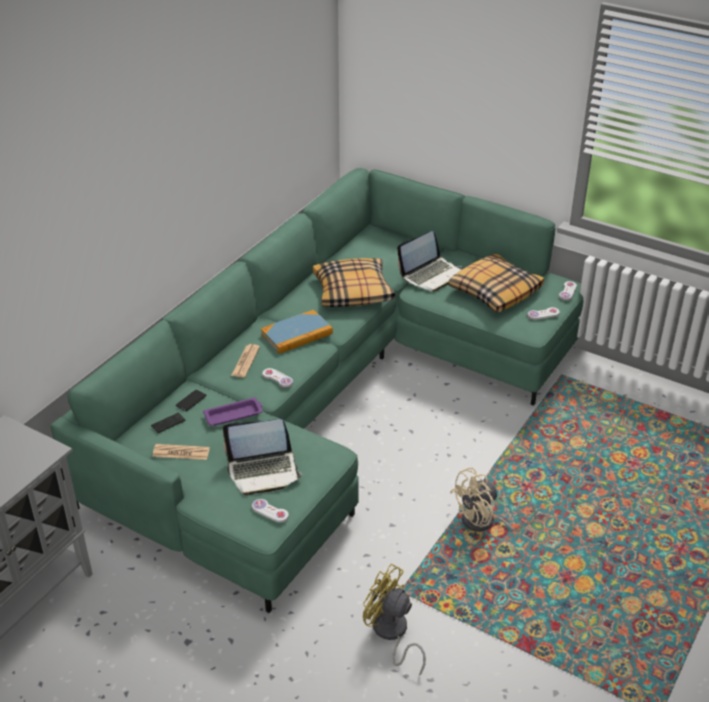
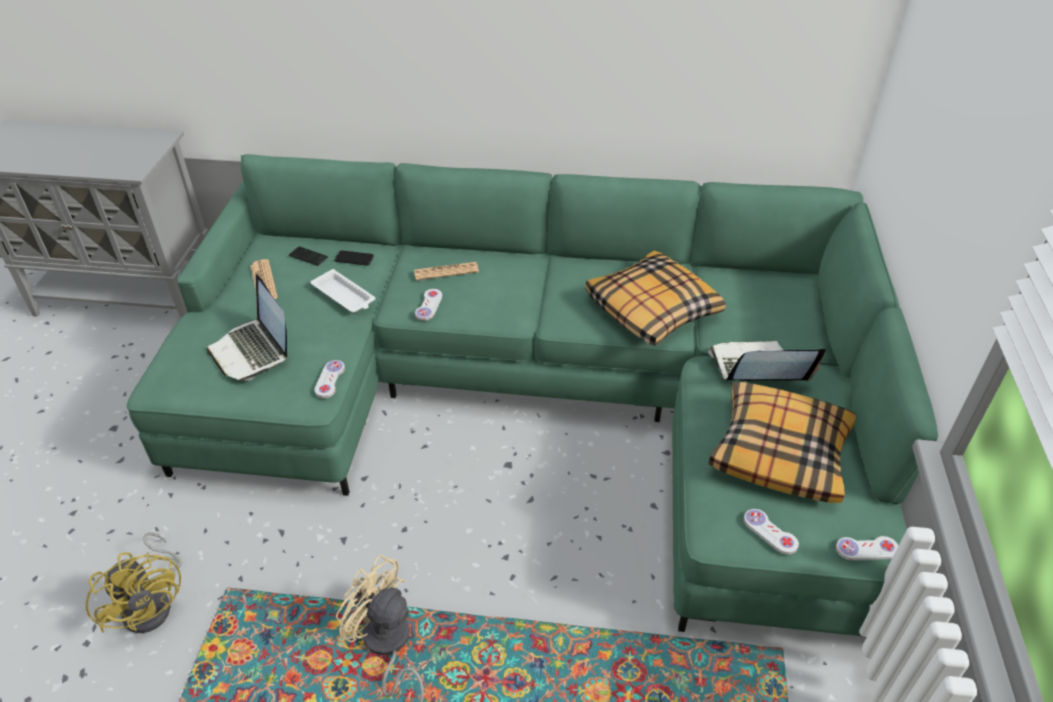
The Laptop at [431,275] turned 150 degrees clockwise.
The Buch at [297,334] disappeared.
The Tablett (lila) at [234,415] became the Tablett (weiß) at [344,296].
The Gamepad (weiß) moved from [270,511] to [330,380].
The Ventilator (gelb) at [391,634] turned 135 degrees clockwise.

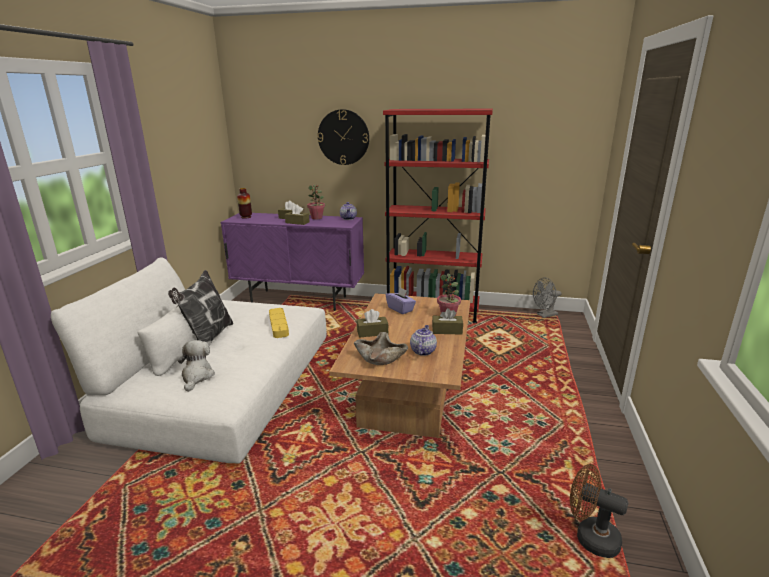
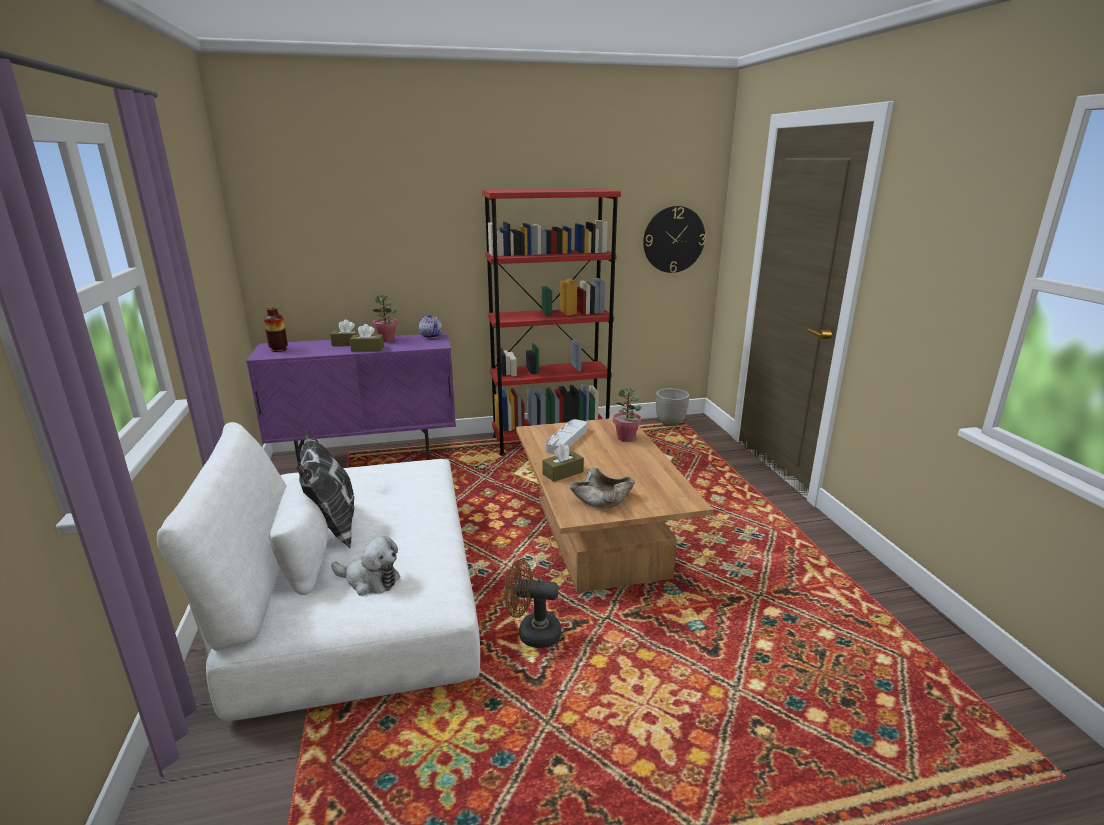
The Wanduhr moved from [343,137] to [673,239].
The Ventilator (grau) at [544,315] was replaced by the Pflanzkübel at [670,423].
The Taschentuchbox (lila) at [400,309] was replaced by the Tablett (grau) at [566,440].
The Tablett (gelb) at [278,325] disappeared.
The Taschentuchbox (braun) at [447,330] disappeared.
The Teekanne at [422,351] disappeared.
The Plüschtier at [197,376] turned 135 degrees clockwise.
The Ventilator (braun) moved from [590,537] to [532,633].

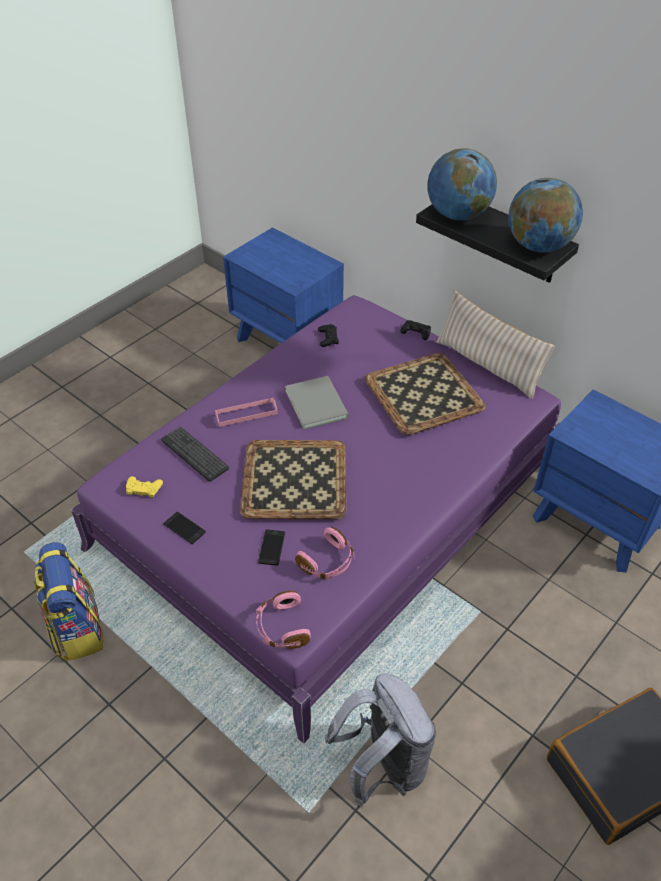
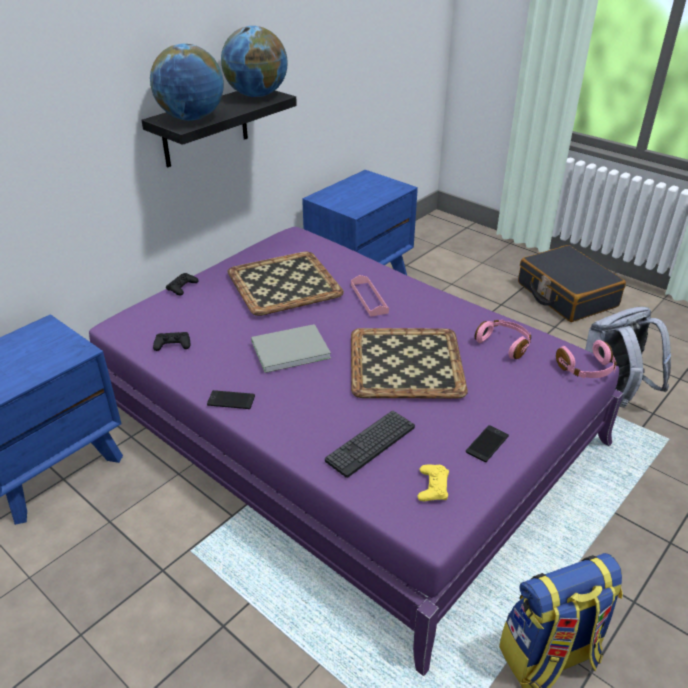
The Kissen (beige) at [488,365] disappeared.
The Tablett (rosa) moved from [246,414] to [369,298].
The Handy moved from [271,547] to [231,400].

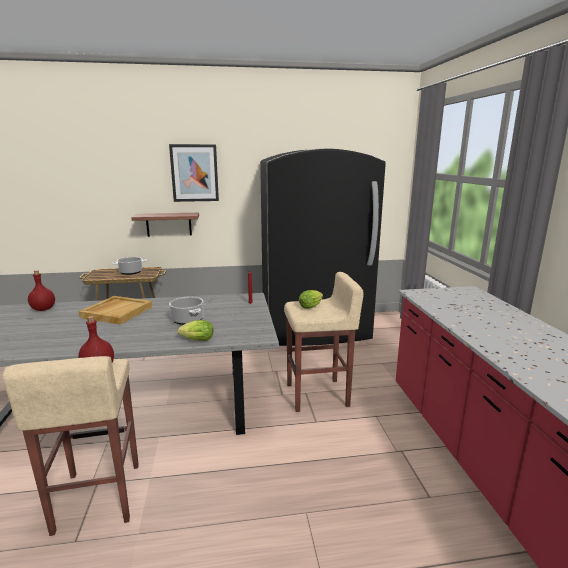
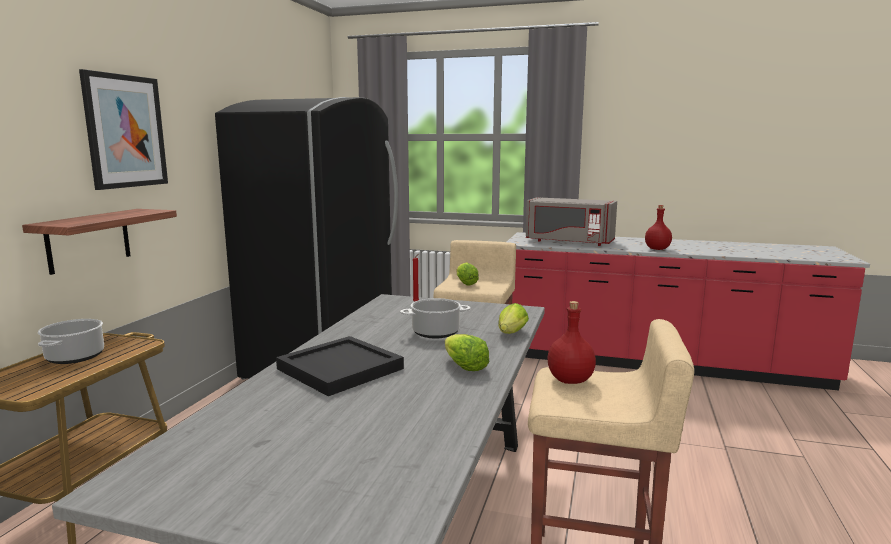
The Flasche (rot) moved from [44,309] to [657,249].
The Tablett (beige) at [117,312] became the Tablett (schwarz) at [339,369].
The Mikrowelle (grau) at [568,242] appeared.
The Salatkopf at [464,366] appeared.

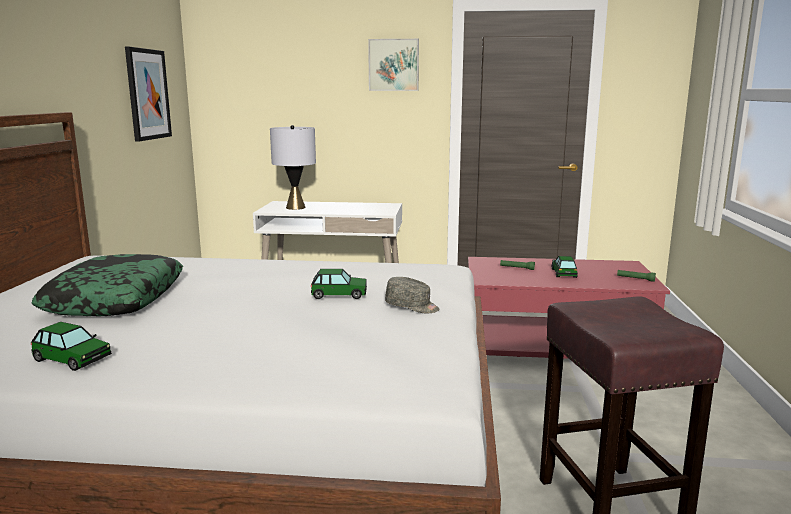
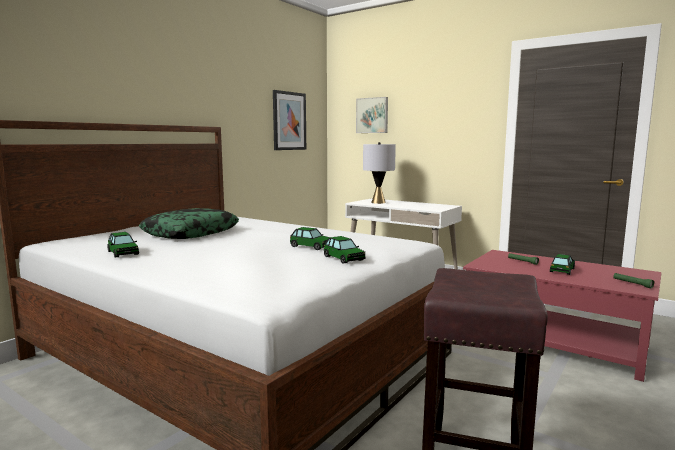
The Bild moved from [394,65] to [372,115].
The Kappe (grau) at [412,306] was replaced by the Spielzeugauto at [343,258].

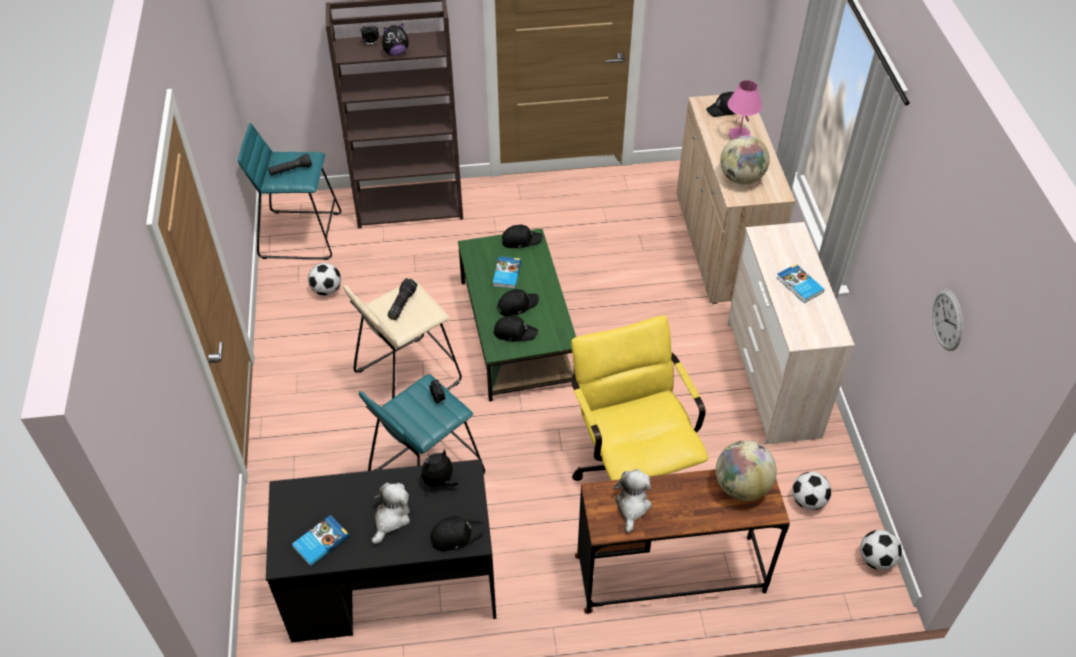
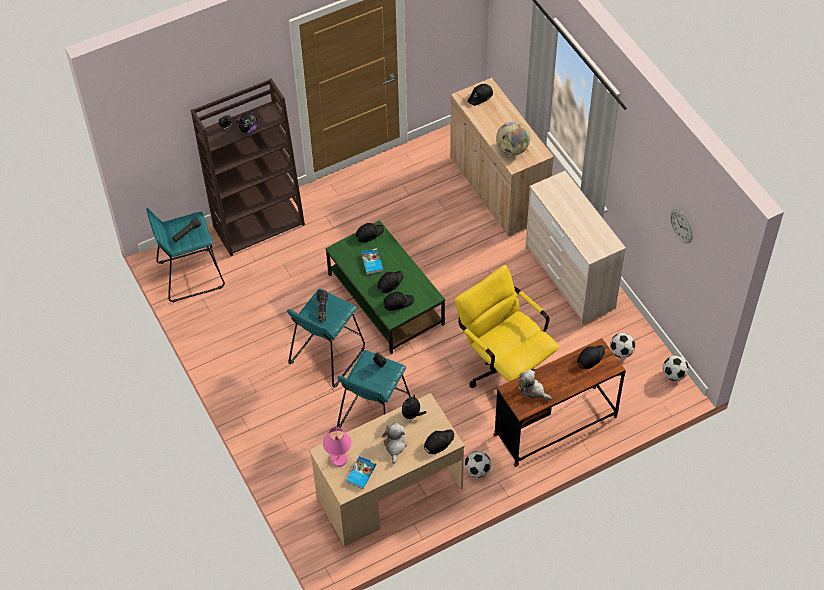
The Tischlampe (rosa) moved from [739,136] to [338,459].
The Fußball moved from [326,290] to [477,470].
The Buch at [799,285] disappeared.
The Hocker (beige) at [407,377] became the Hocker (türkis) at [327,355].
The Globus at [741,486] was replaced by the Kappe (schwarz) at [590,358].
The Schreibtisch (schwarz) at [392,587] became the Schreibtisch (beige) at [389,493].
The Plüschtier at [632,506] turned 45 degrees counterclockwise.

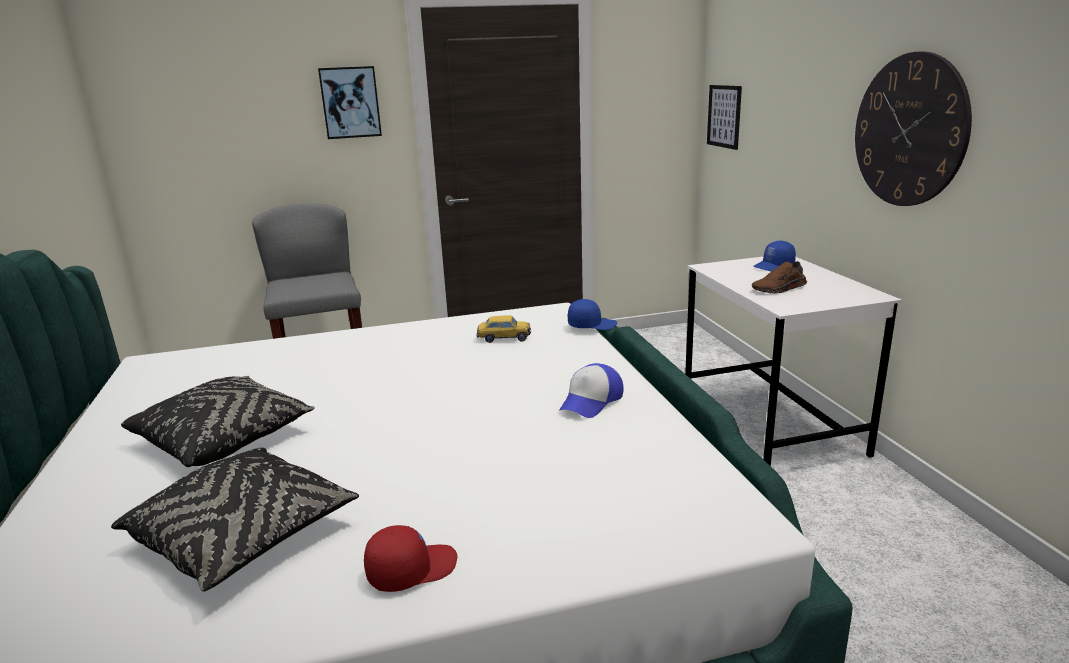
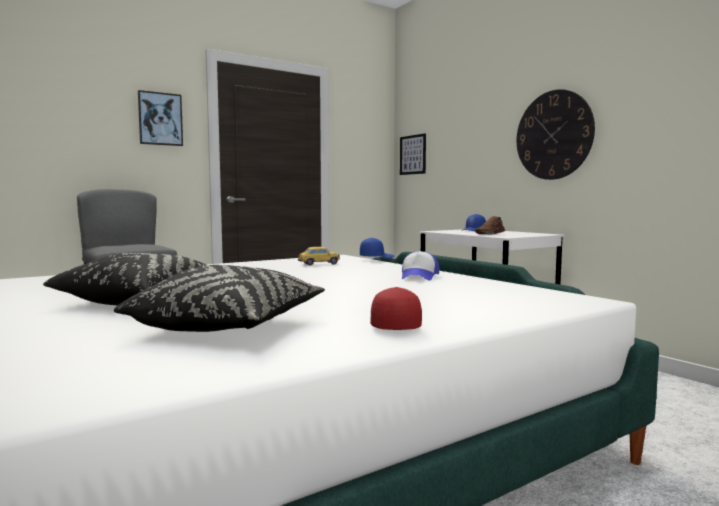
The Kappe (rot) at [411,569] turned 45 degrees counterclockwise.

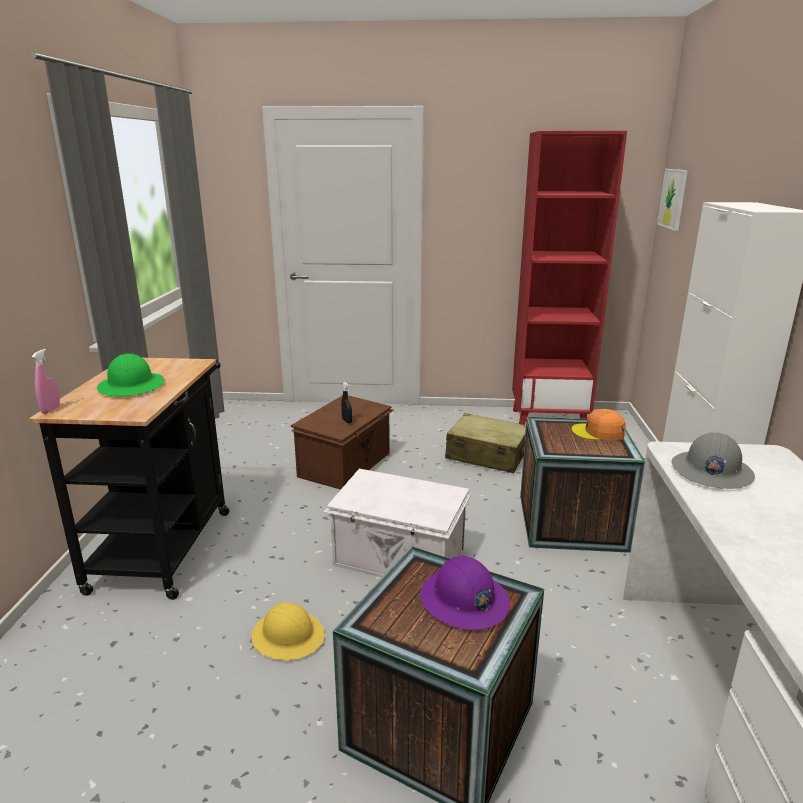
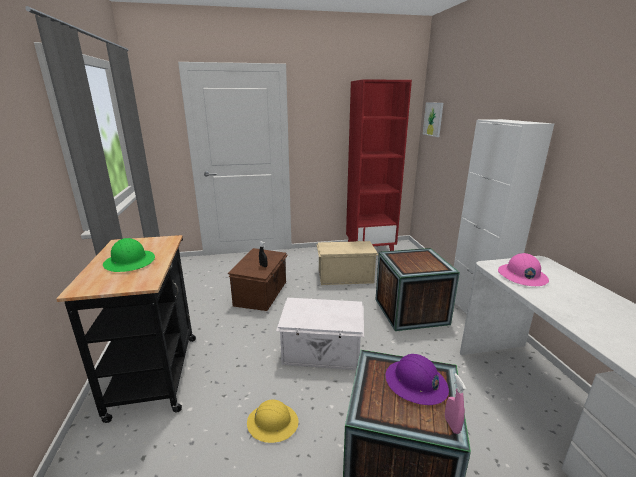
The Sprühflasche (rosa) moved from [51,410] to [452,425].
The Kappe (orange) at [598,432] disappeared.
The Koffer (beige) at [486,455] was replaced by the Aufbewahrungsbox (beige) at [344,276].
The Schutzhelm (grau) at [711,471] became the Schutzhelm (rosa) at [521,276].

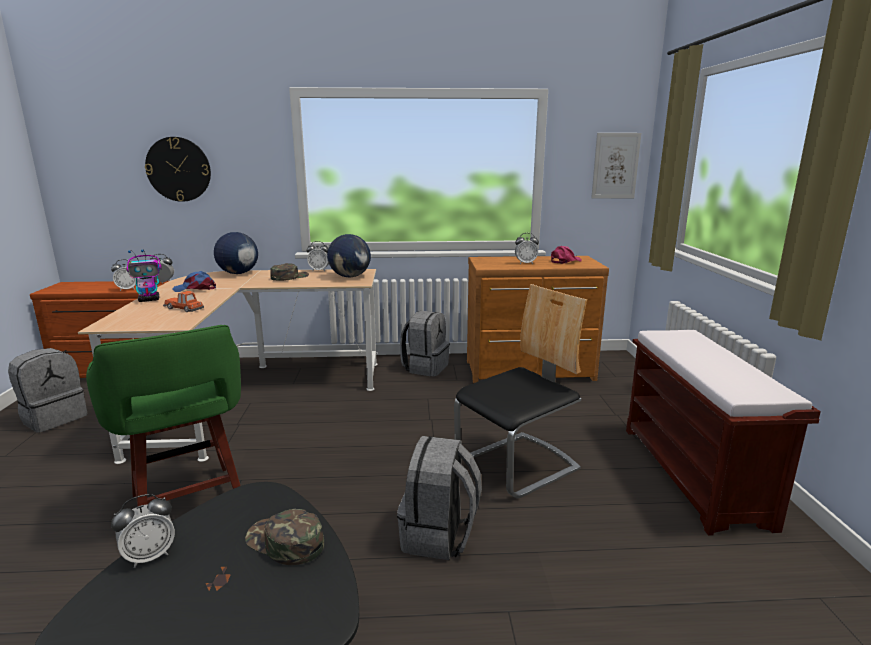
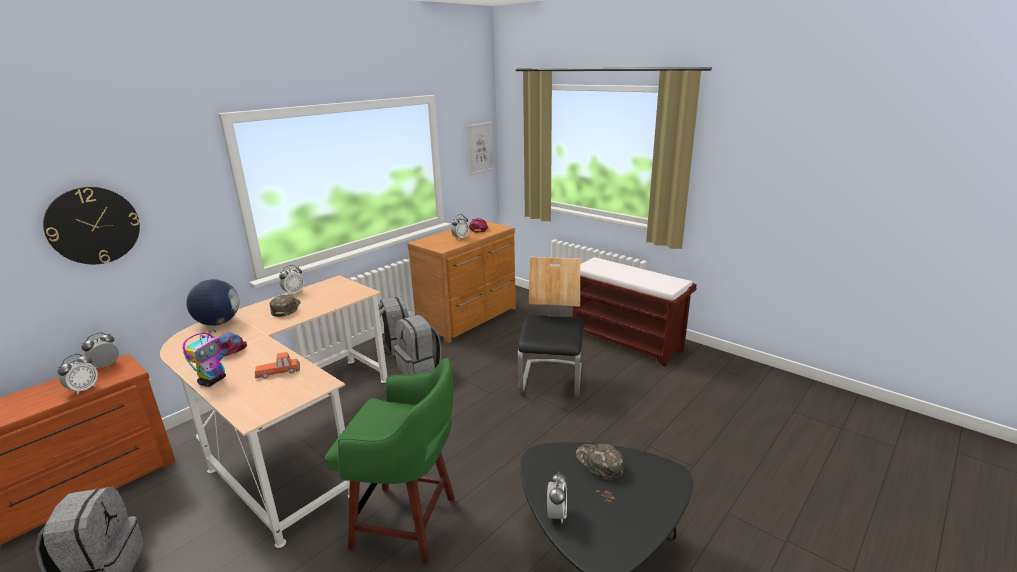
The Globus at [350,276] disappeared.
The Rucksack (grau) moved from [439,536] to [419,368].
The Kappe (grün) at [285,542] turned 75 degrees clockwise.

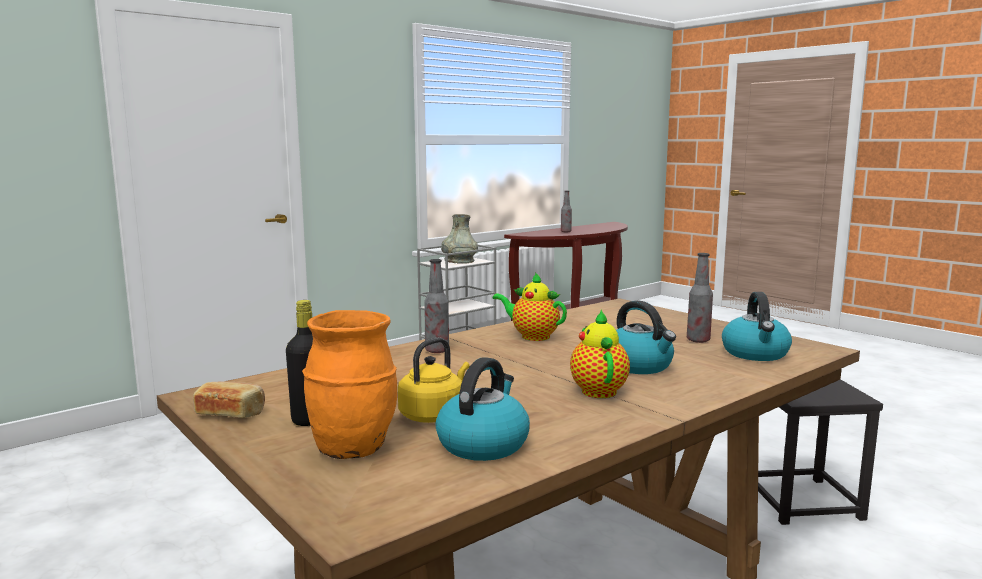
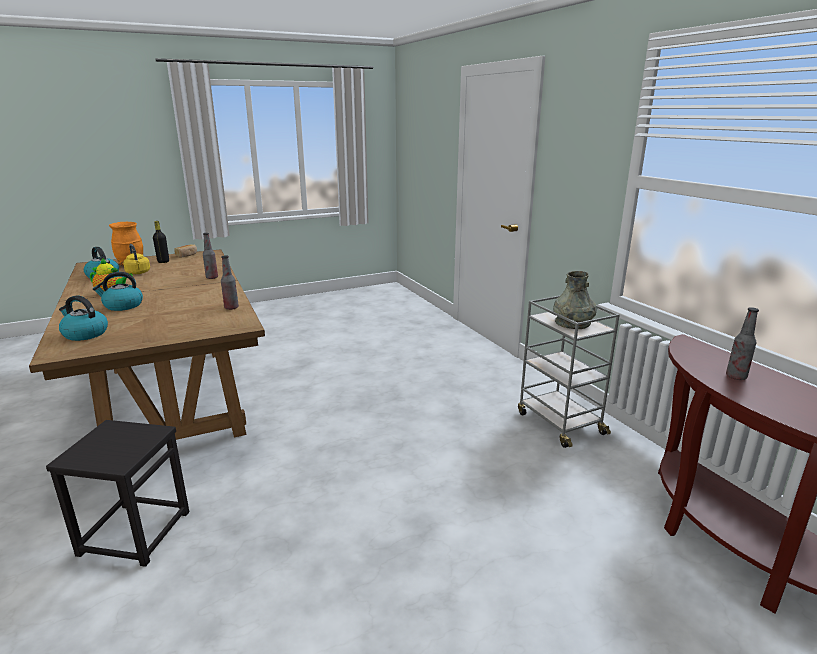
The Flasche moved from [698,340] to [231,308].
The Teekanne at [532,336] disappeared.

